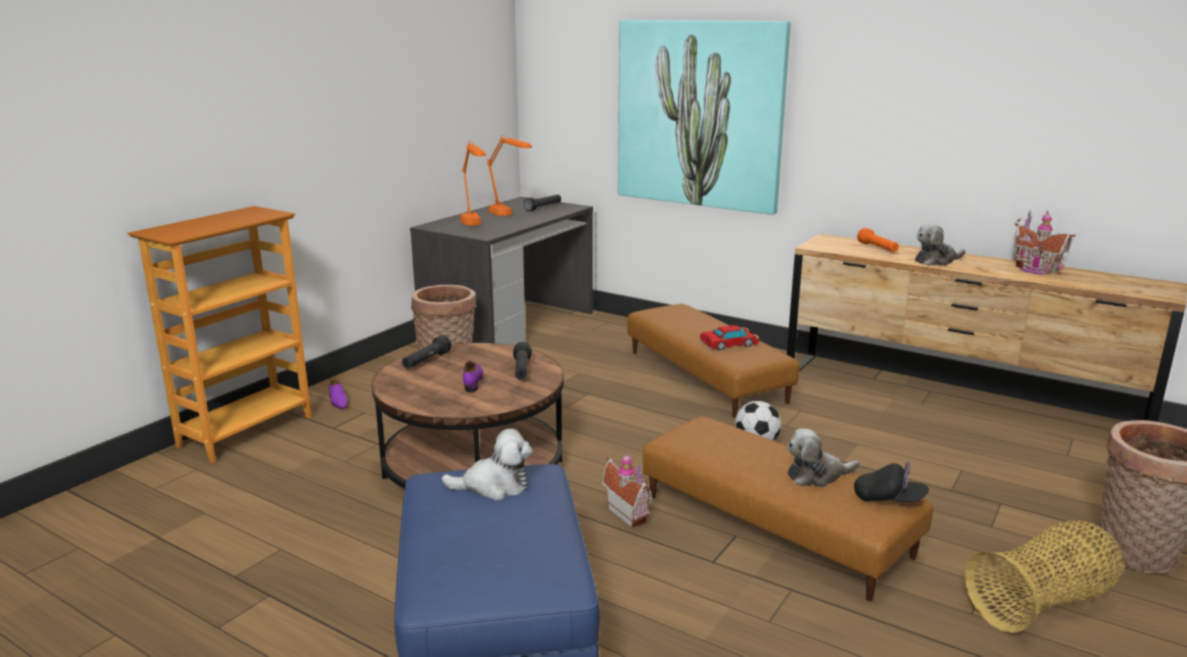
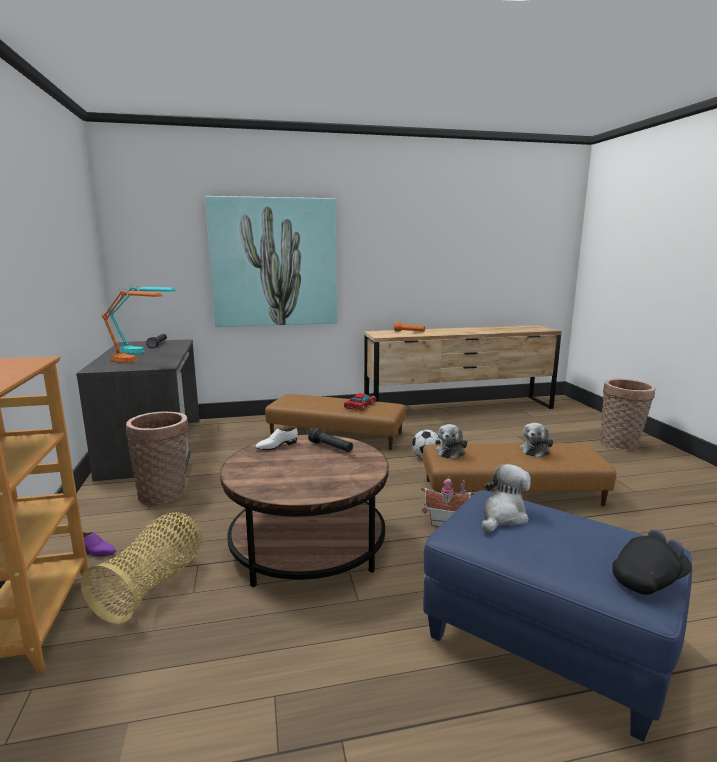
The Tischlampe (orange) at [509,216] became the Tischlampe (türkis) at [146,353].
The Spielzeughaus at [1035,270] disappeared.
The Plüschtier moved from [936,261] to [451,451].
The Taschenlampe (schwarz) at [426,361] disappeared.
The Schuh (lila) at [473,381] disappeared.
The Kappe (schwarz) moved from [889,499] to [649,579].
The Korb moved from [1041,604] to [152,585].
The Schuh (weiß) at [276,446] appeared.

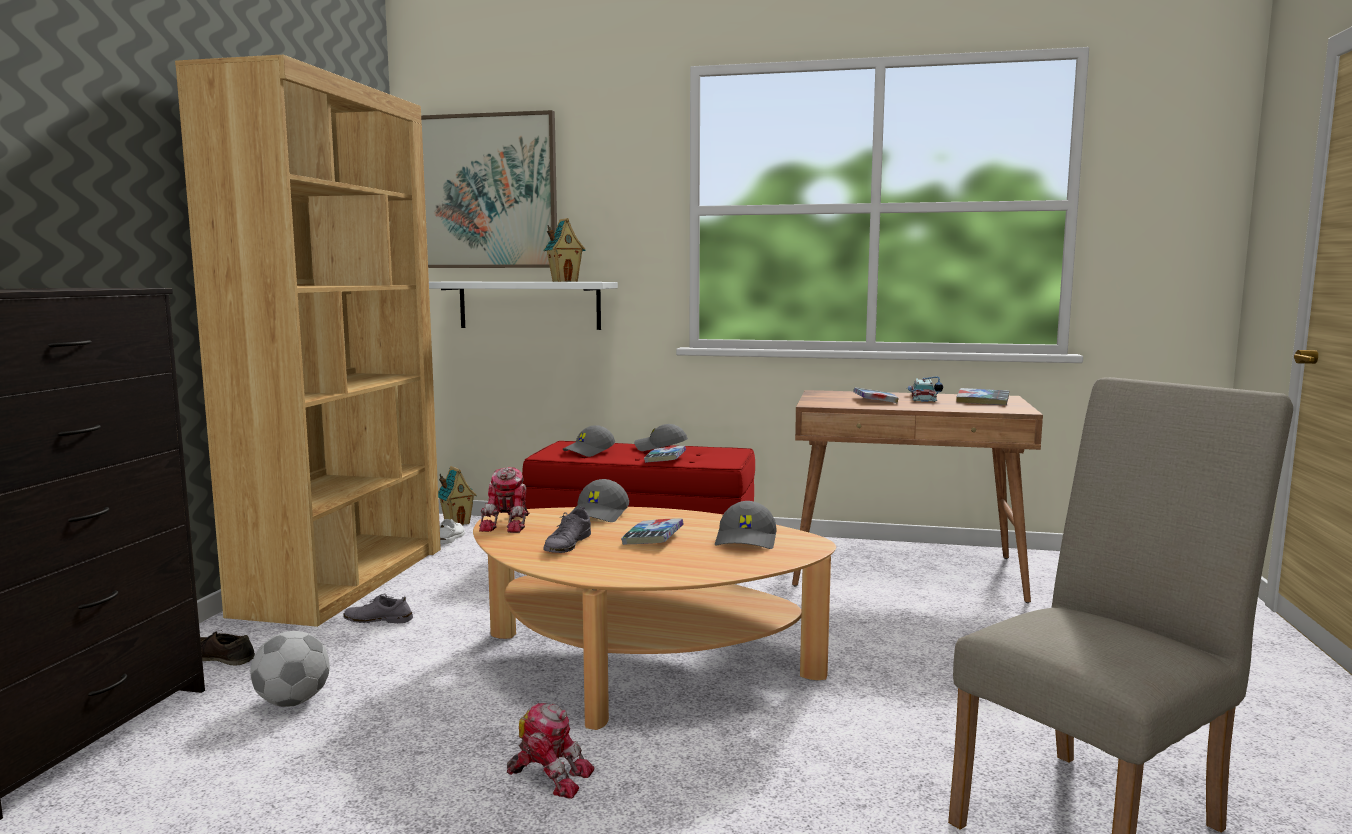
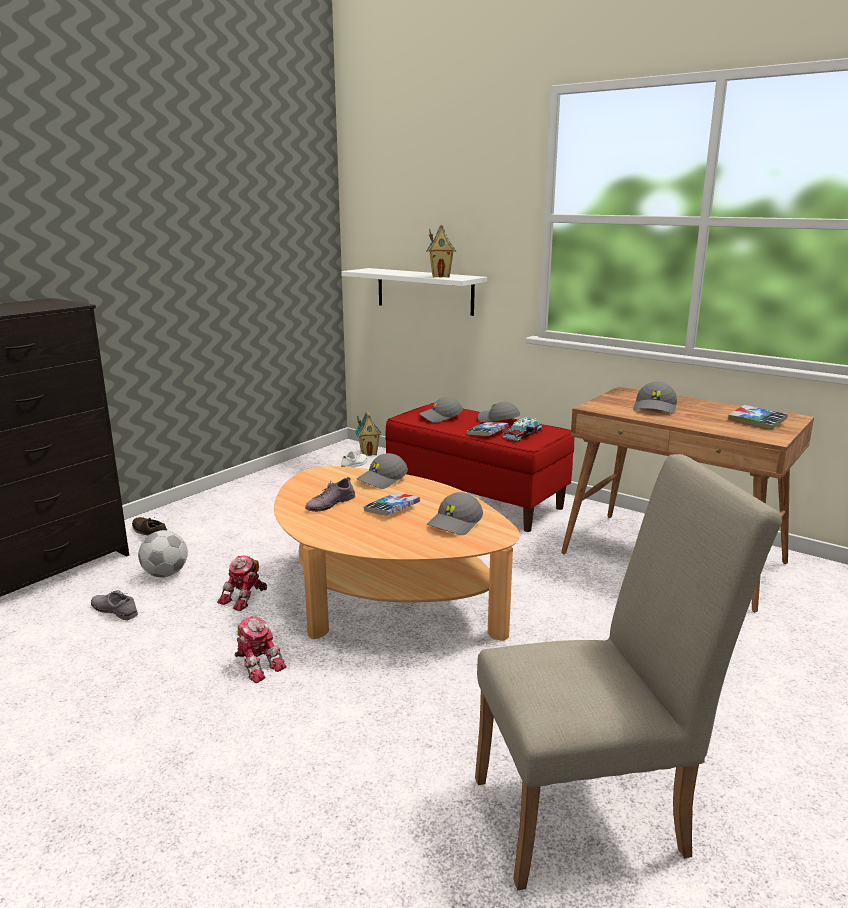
The Bücherregal (braun) at [344,579] disappeared.
The Bild at [485,192] disappeared.
The Spielzeugauto moved from [924,398] to [524,434].
The Buch at [875,400] was replaced by the Kappe (grau) at [655,408].
The Spielzeugroboter moved from [509,524] to [245,597].
The Schuh (grau) moved from [378,619] to [114,610].

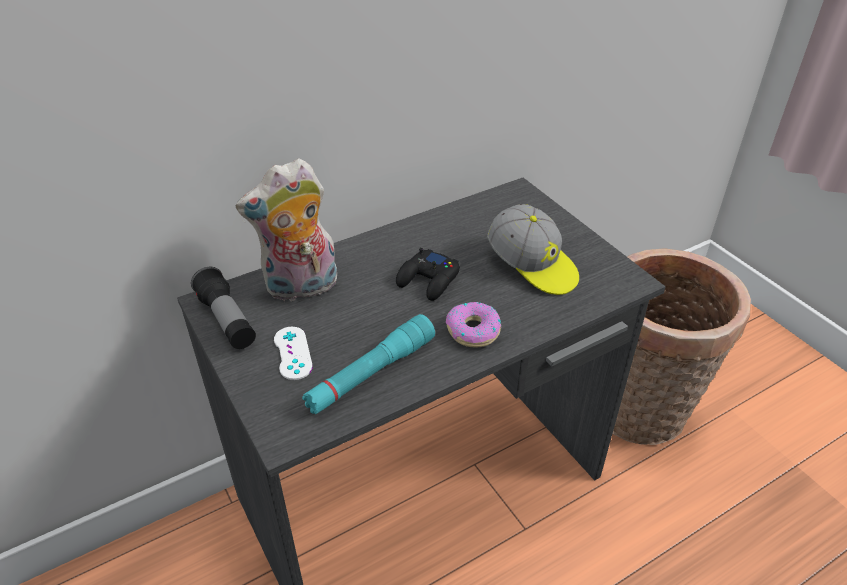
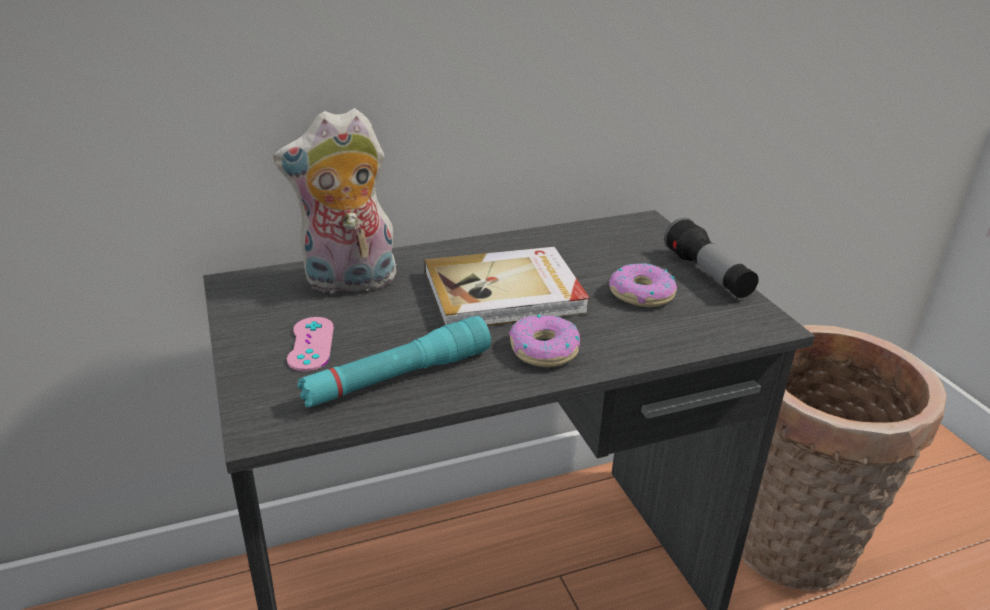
The Kappe at [532,266] was replaced by the Donut at [641,294].
The Gamepad (schwarz) at [428,280] was replaced by the Buch at [505,293].
The Taschenlampe moved from [227,320] to [707,274].
The Gamepad (weiß) at [293,353] became the Gamepad (rosa) at [311,344].

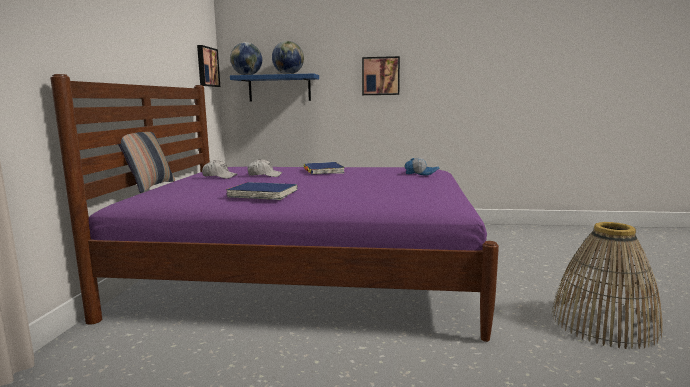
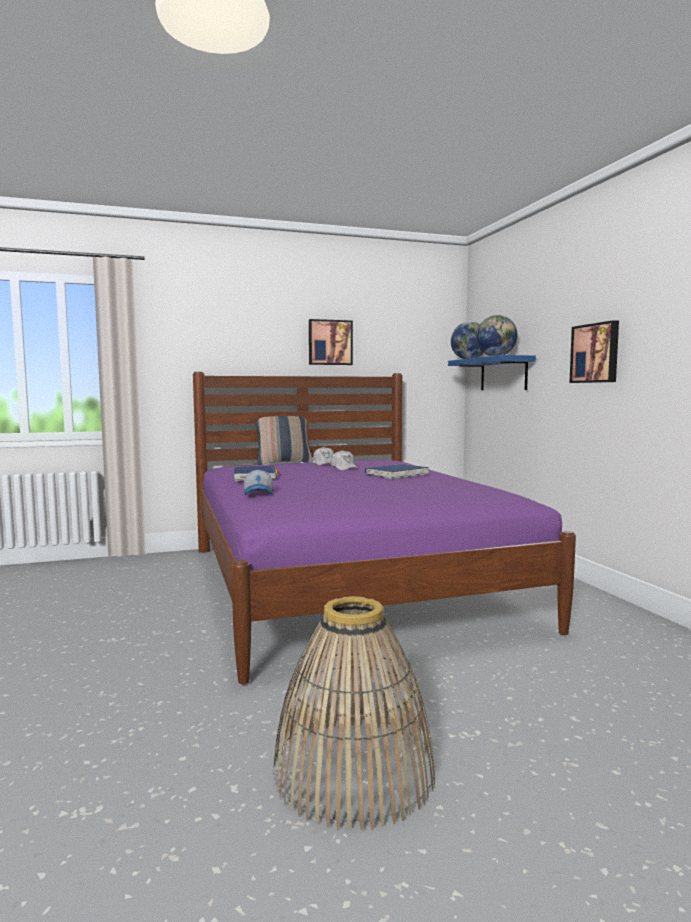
The Bild moved from [207,67] to [330,342].
The Kappe moved from [421,174] to [259,493].

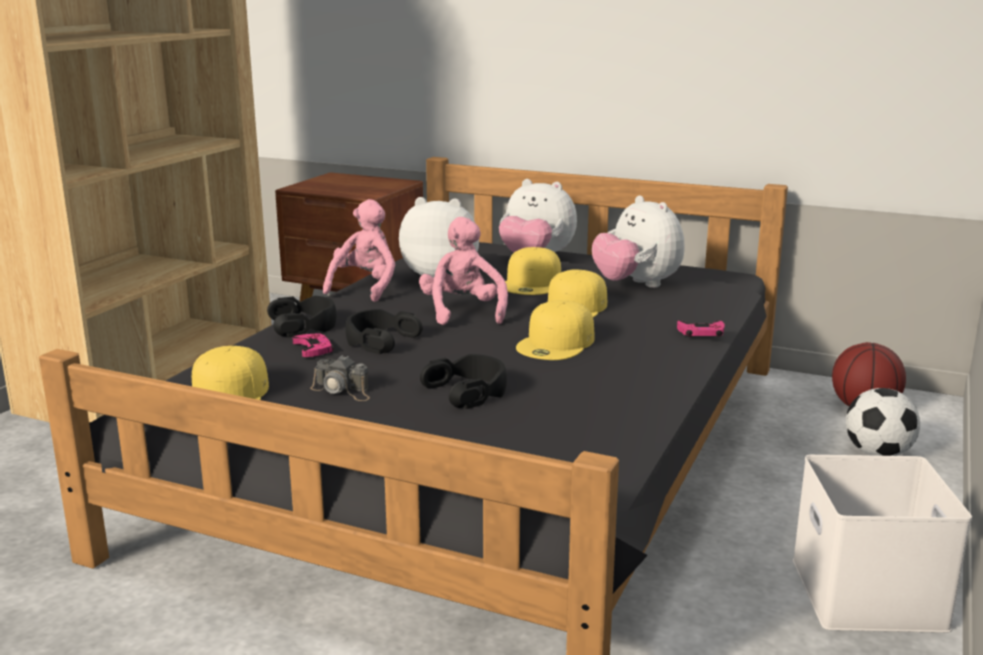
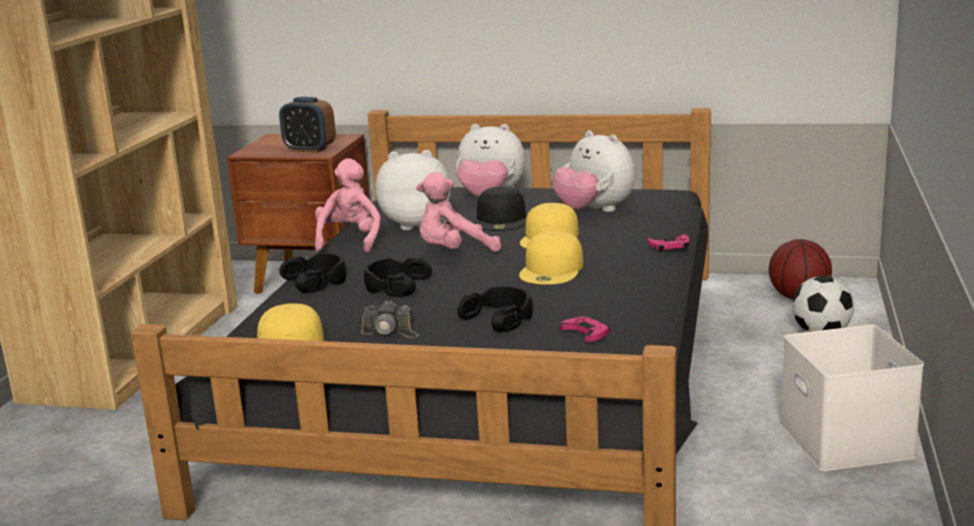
The Plüschtier (rosa) at [463,312] turned 90 degrees counterclockwise.
The Kappe (gelb) at [533,283] became the Kappe (schwarz) at [501,219].
The Gamepad (rosa) moved from [314,349] to [586,333].
The Wecker at [310,149] appeared.

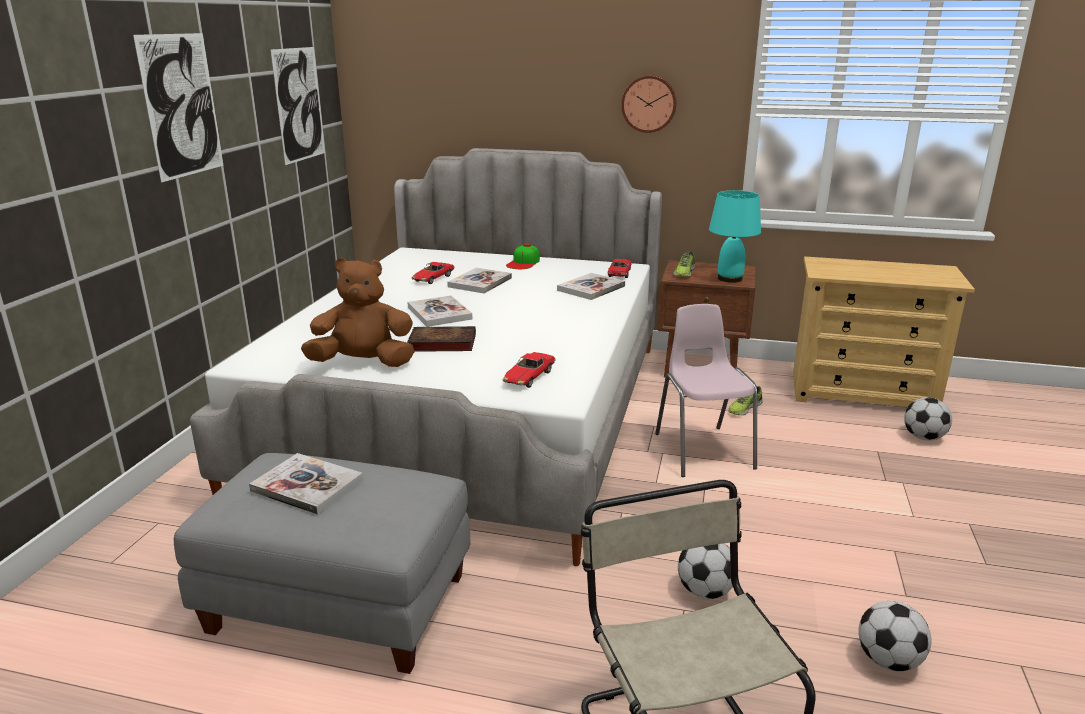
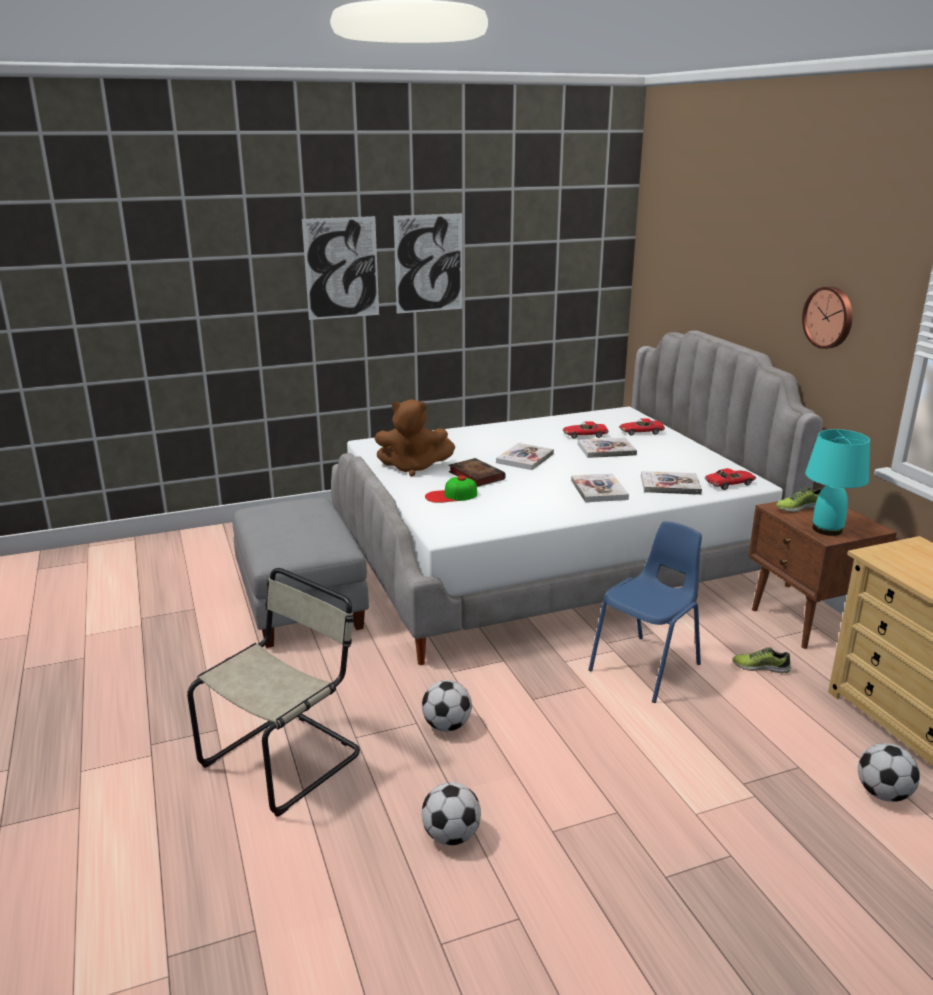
The Bild moved from [299,104] to [341,268].
The Kappe moved from [523,262] to [451,495].
The Plüschtier (braun) at [364,363] turned 135 degrees clockwise.
The Stuhl (rosa) at [703,450] became the Stuhl (blau) at [647,668].
The Spielzeugauto moved from [528,377] to [641,432].
The Buch moved from [307,486] to [599,490].

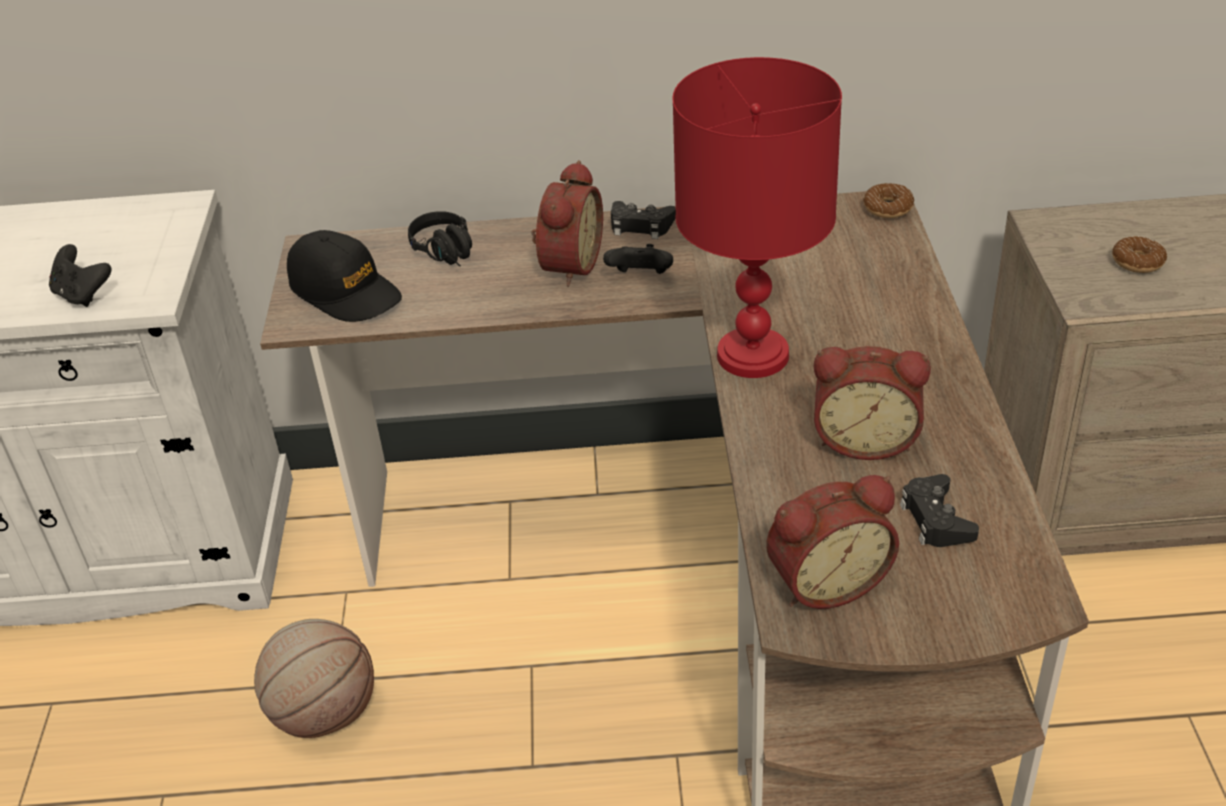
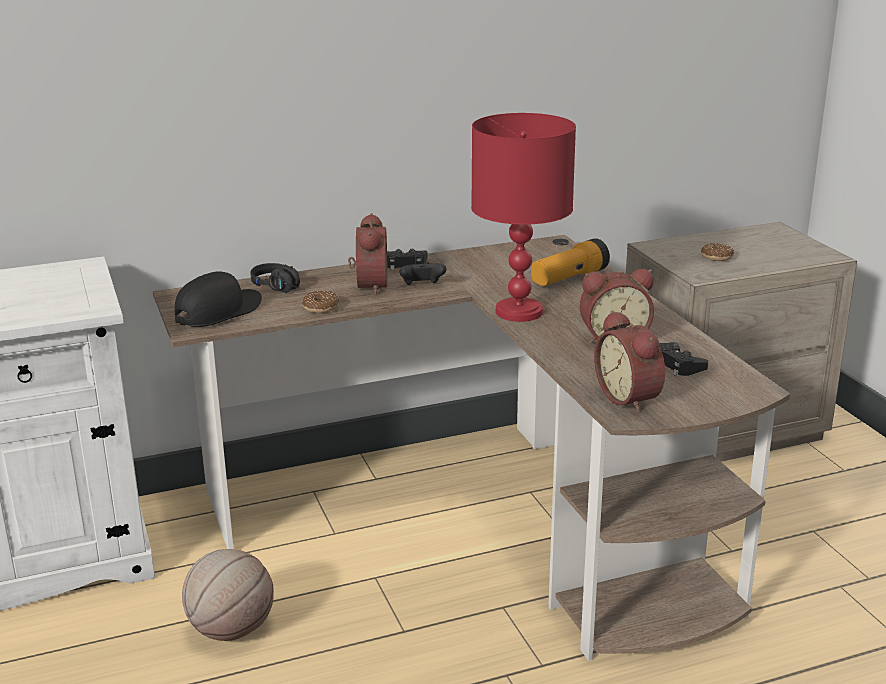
The Donut moved from [888,208] to [320,307].
The Kappe (schwarz) at [345,291] turned 75 degrees counterclockwise.
The Gamepad (schwarz) at [83,295] disappeared.
The Wecker at [826,581] turned 105 degrees clockwise.
The Taschenlampe at [568,279] appeared.

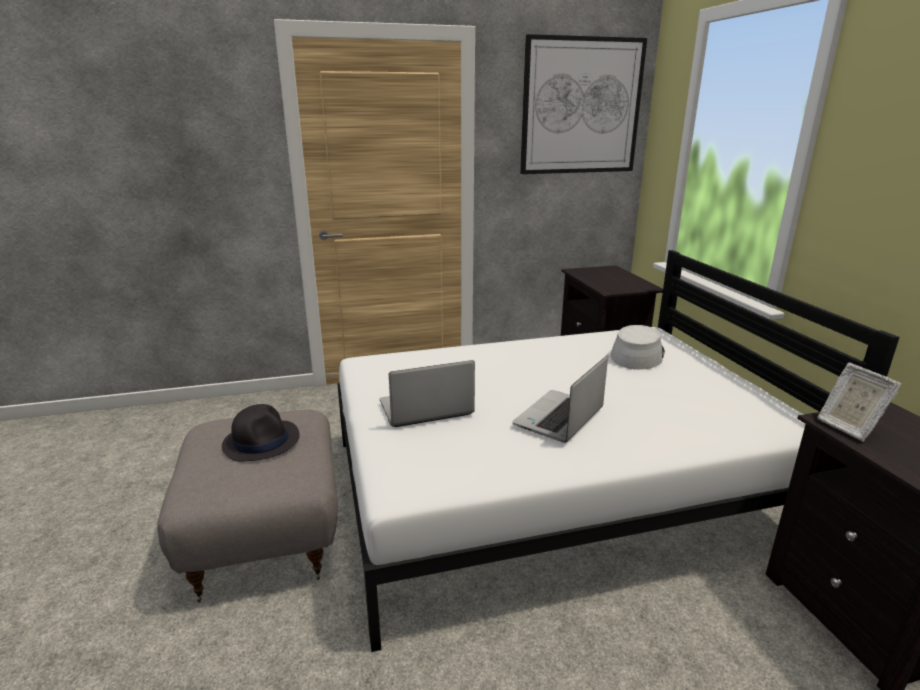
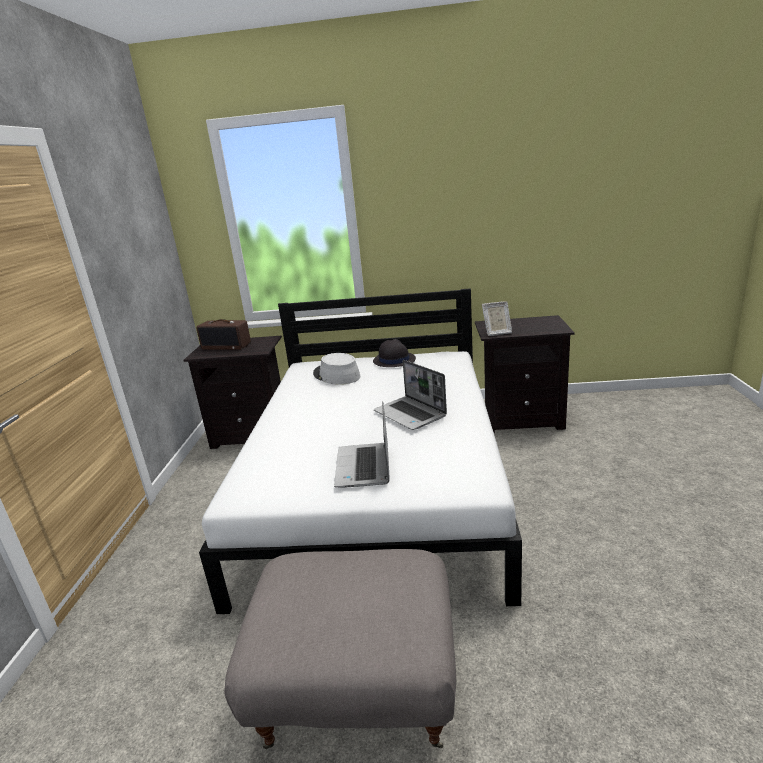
The Bild at [581,107] disappeared.
The Hut (schwarz) moved from [262,441] to [394,360].
The Radio at [227,346] appeared.

